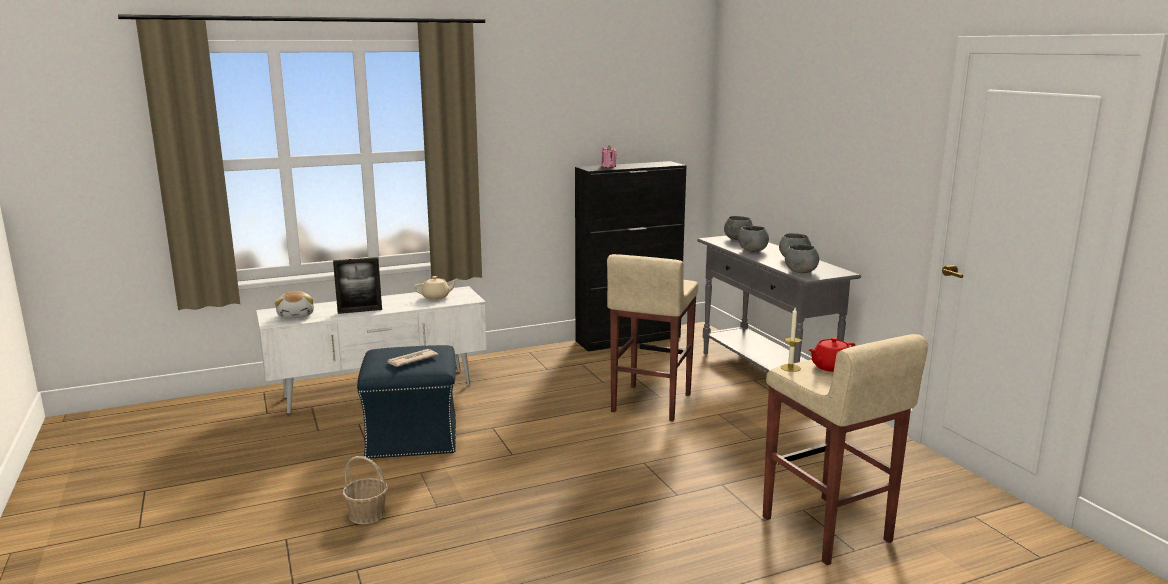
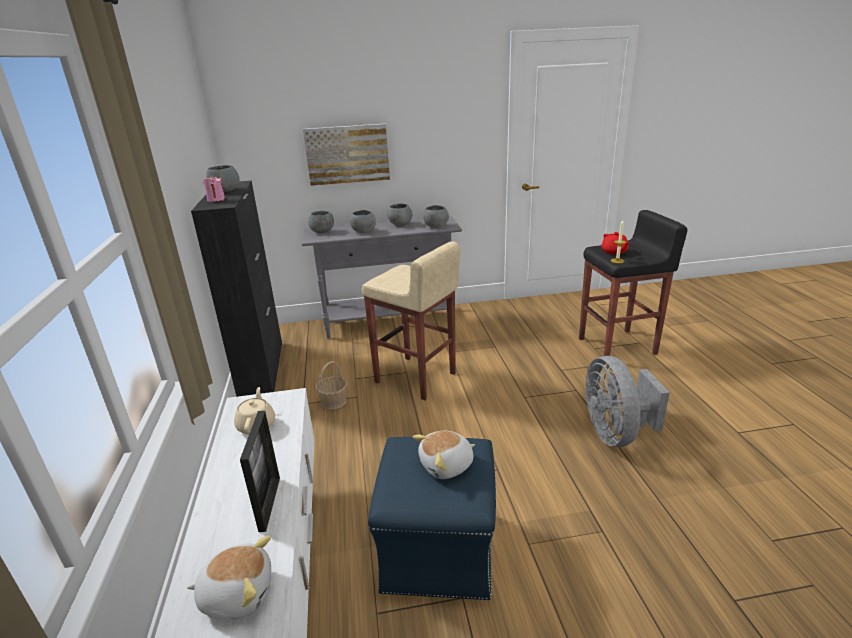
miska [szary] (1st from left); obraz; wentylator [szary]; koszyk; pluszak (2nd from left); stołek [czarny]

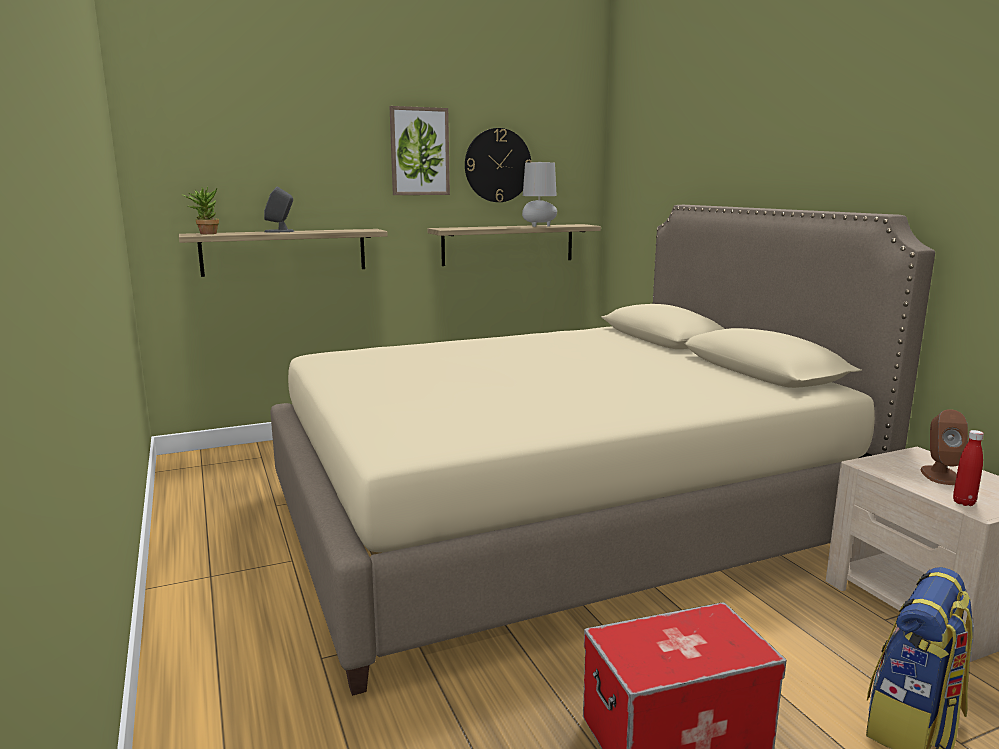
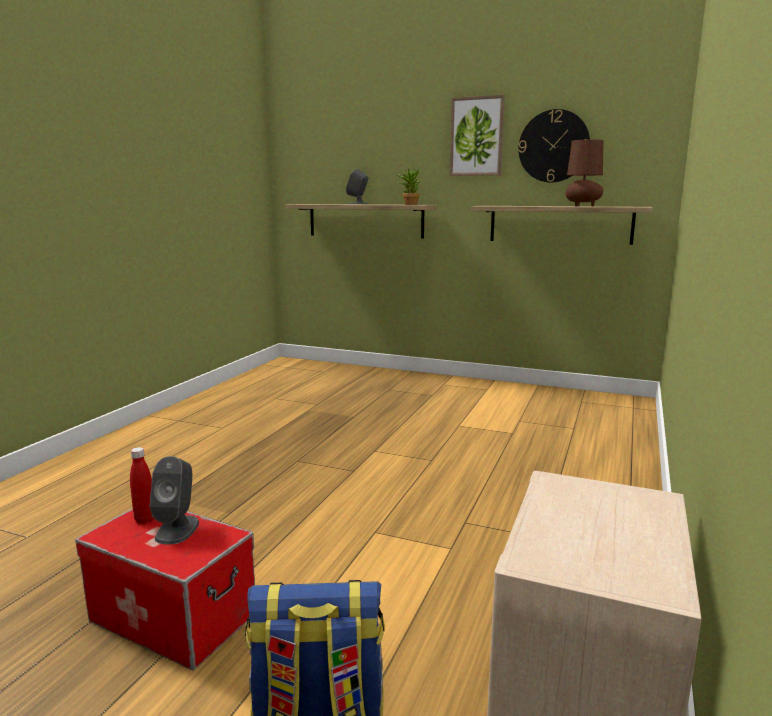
łóżko [beżowy]; głośnik [brązowy]; głośnik [szary] (1st from left); roślina doniczkowa; butelka [czerwony]; lampa stołowa [brązowy]

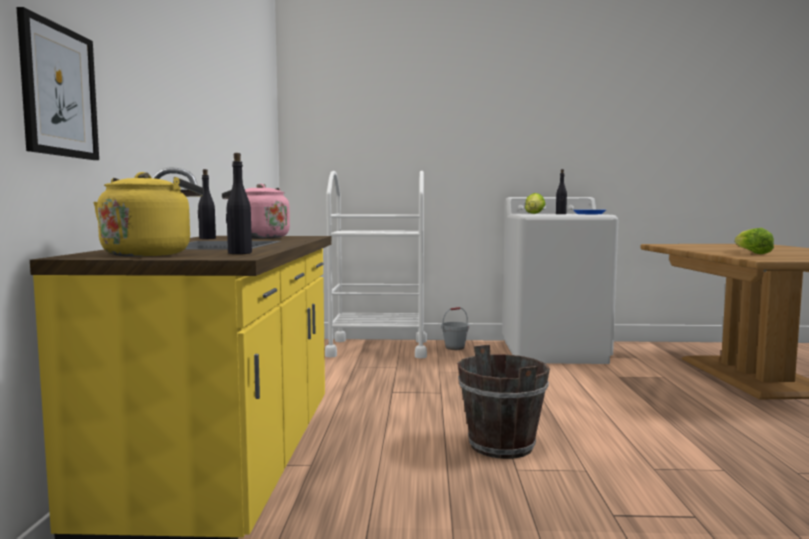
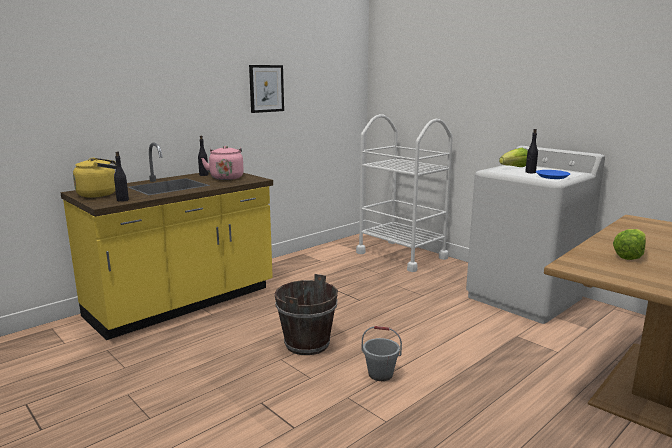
obraz; wiadro [szary]

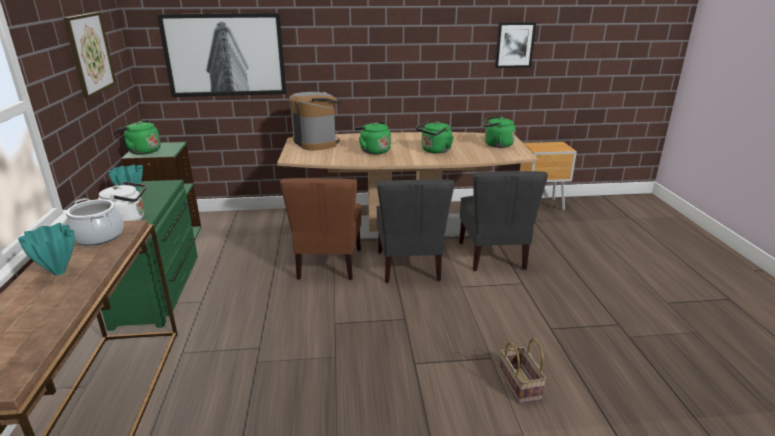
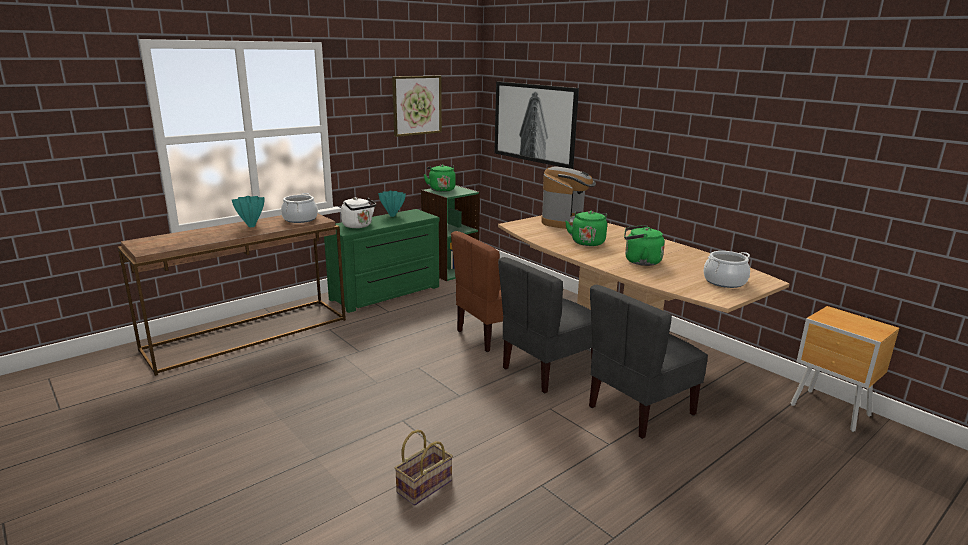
obraz (3rd from left in the first image); garnek (2nd from left)

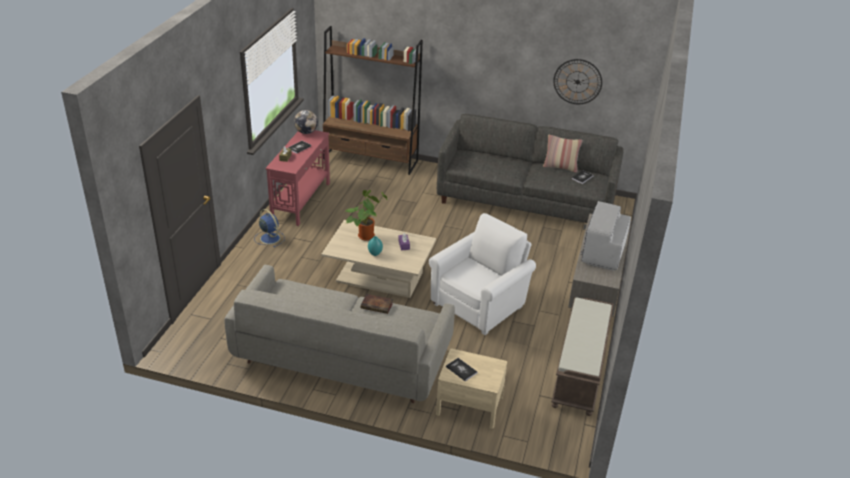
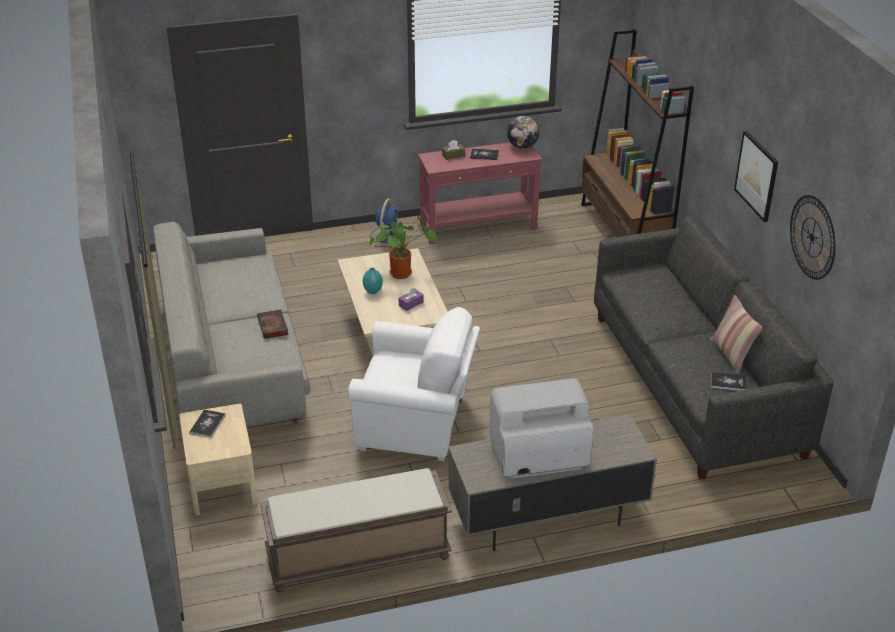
obraz

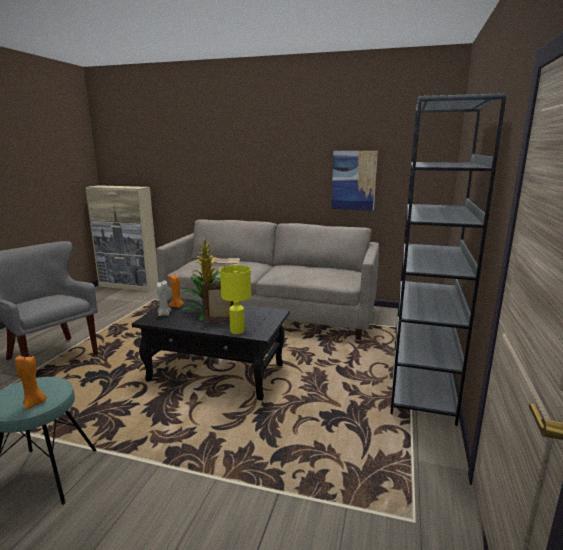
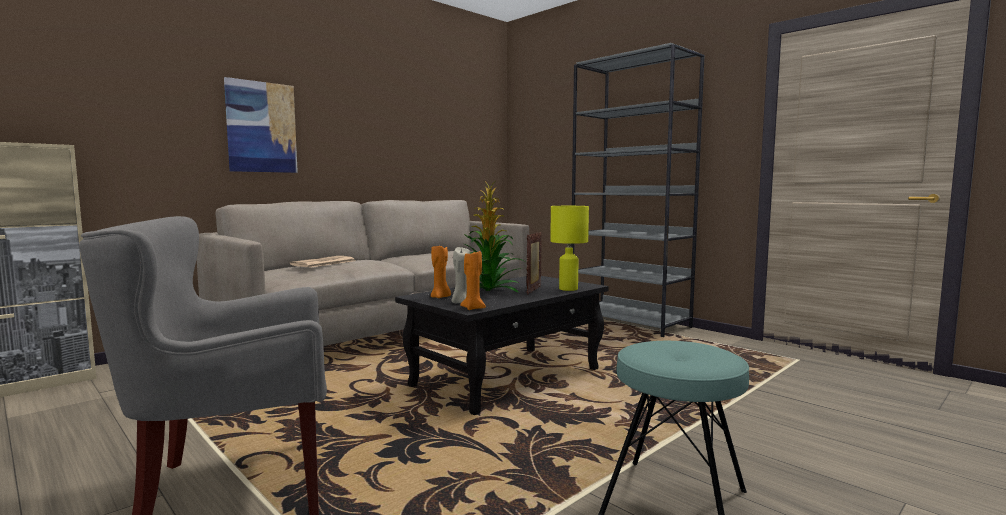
świeca [pomarańczowy] (2nd from left); obraz

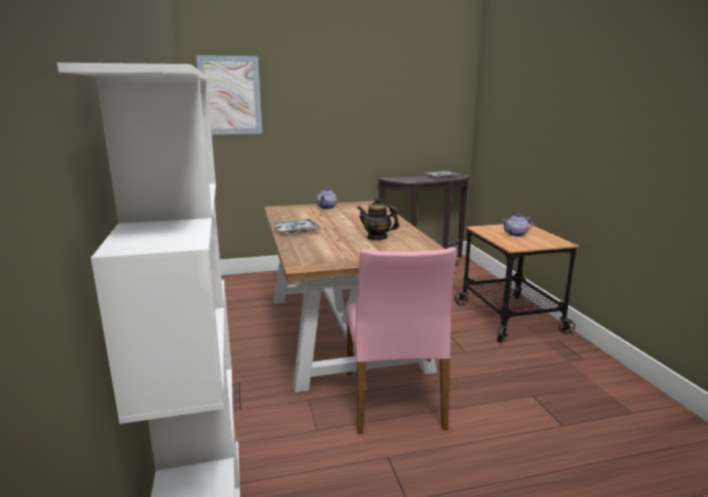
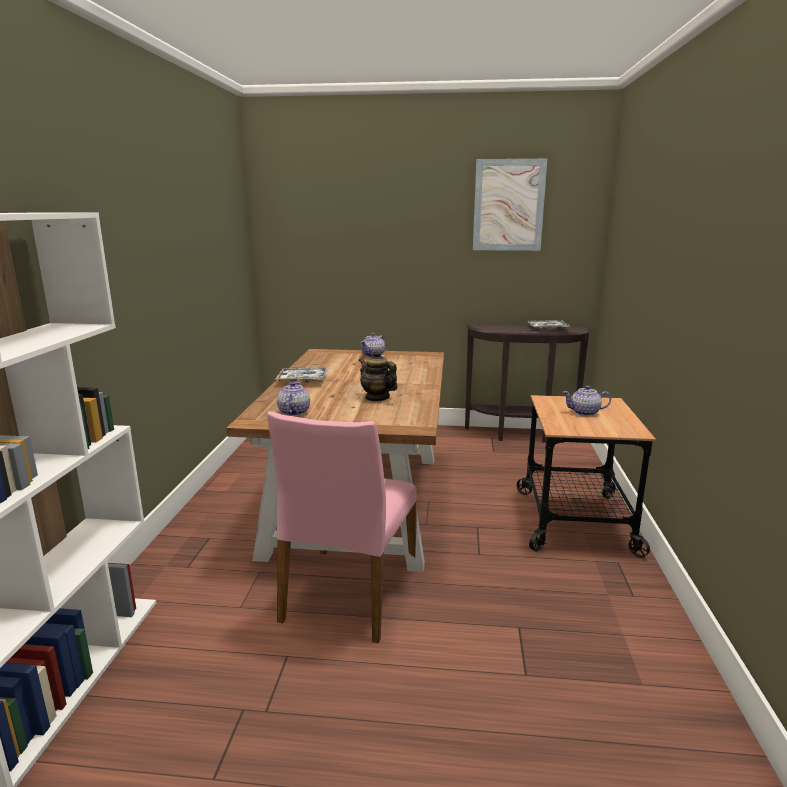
imbryk (1st from left); obraz

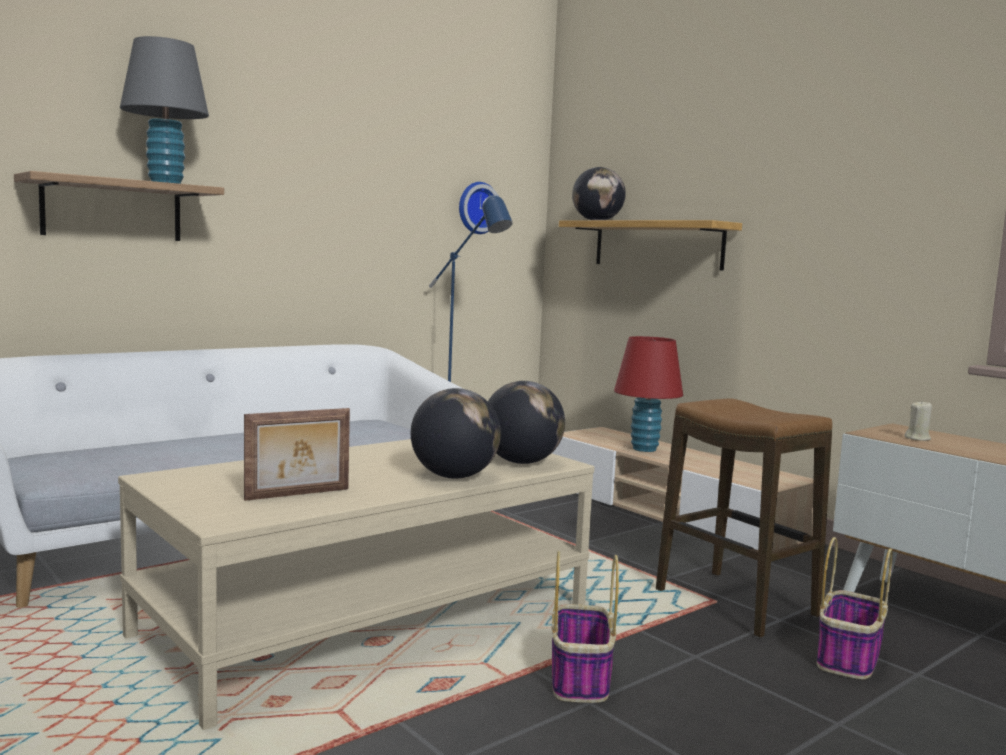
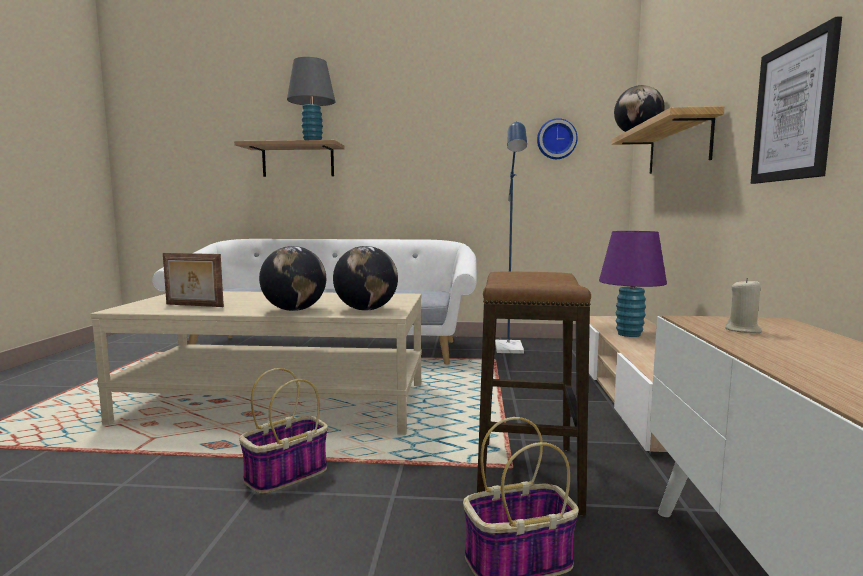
obraz; lampa stołowa [fioletowy]

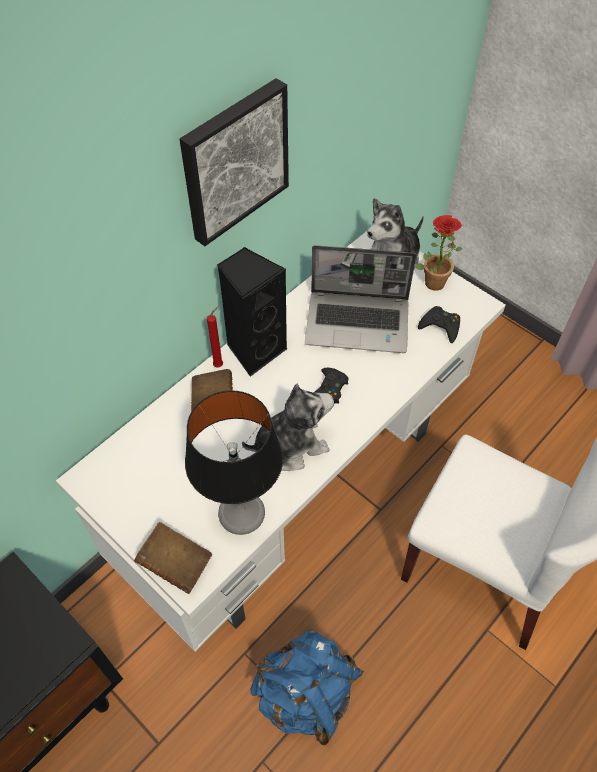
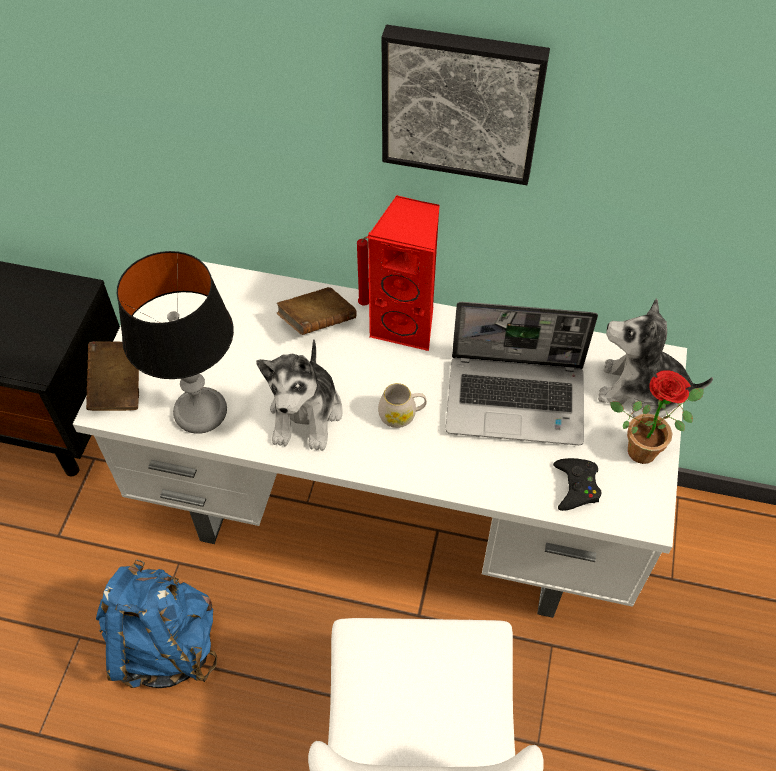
kubek [biały]; głośnik [czerwony]; pluszak (1st from left); laptop

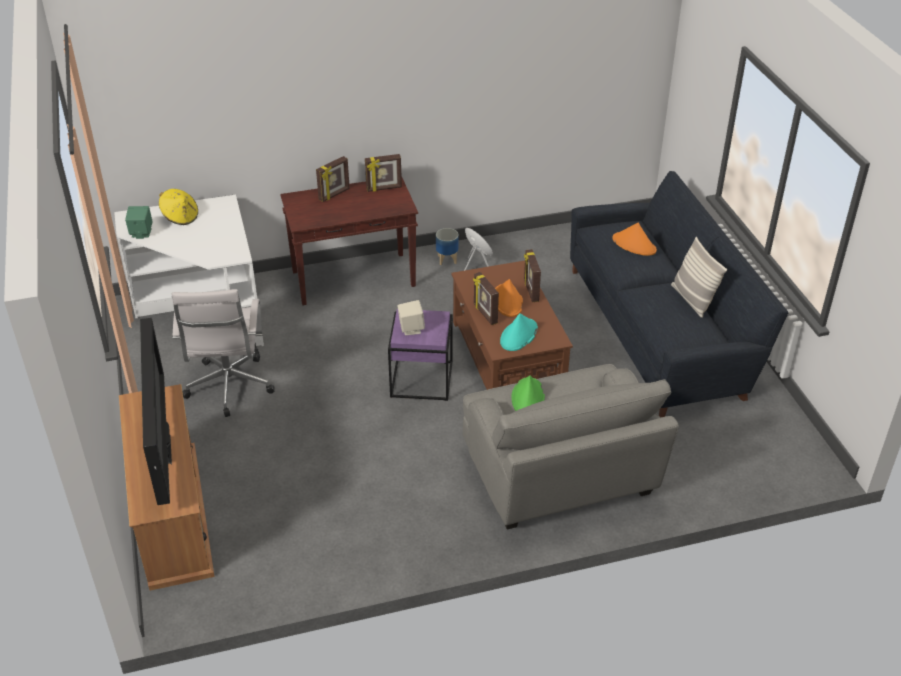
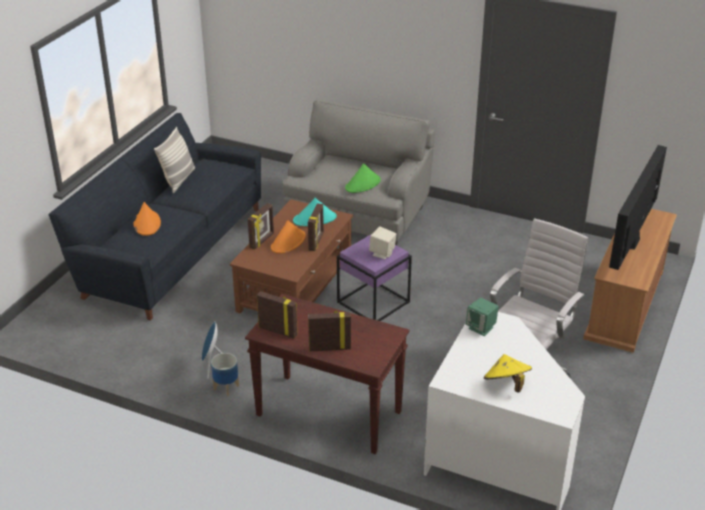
głośnik [zielony]

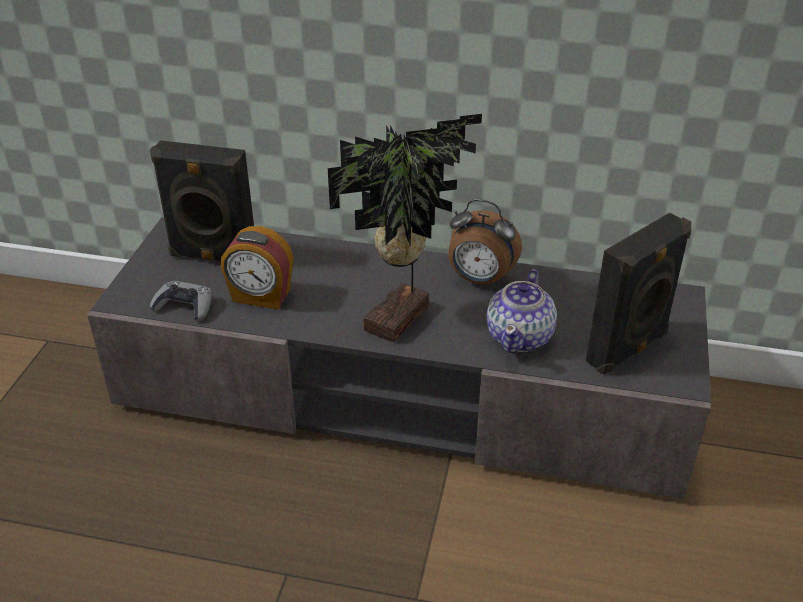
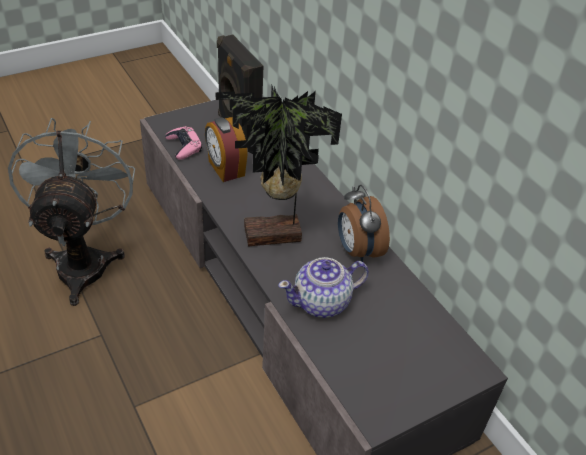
głośnik [czarny] (2nd from left in the first image); wentylator [szary]; pad do gier [różowy]

